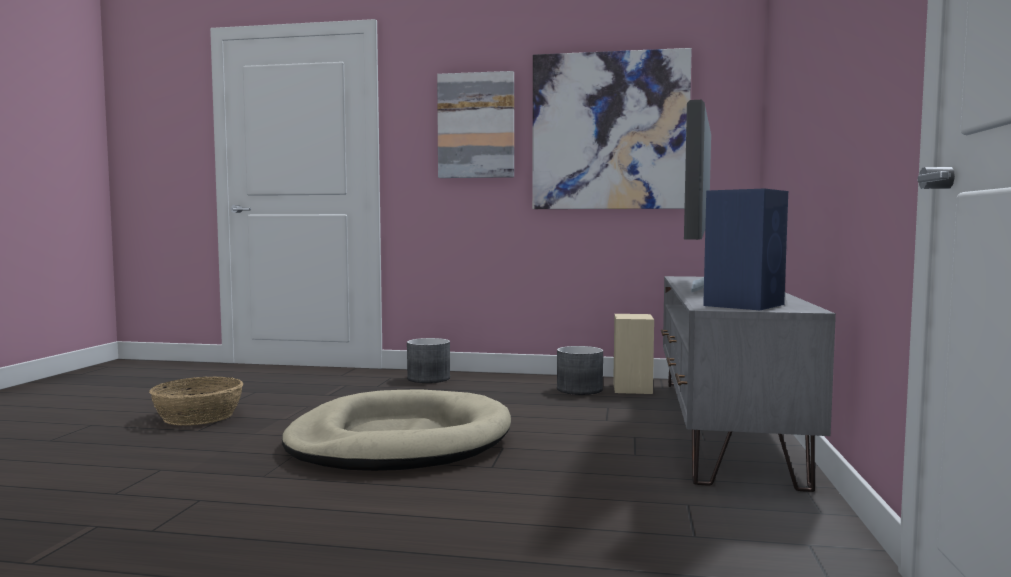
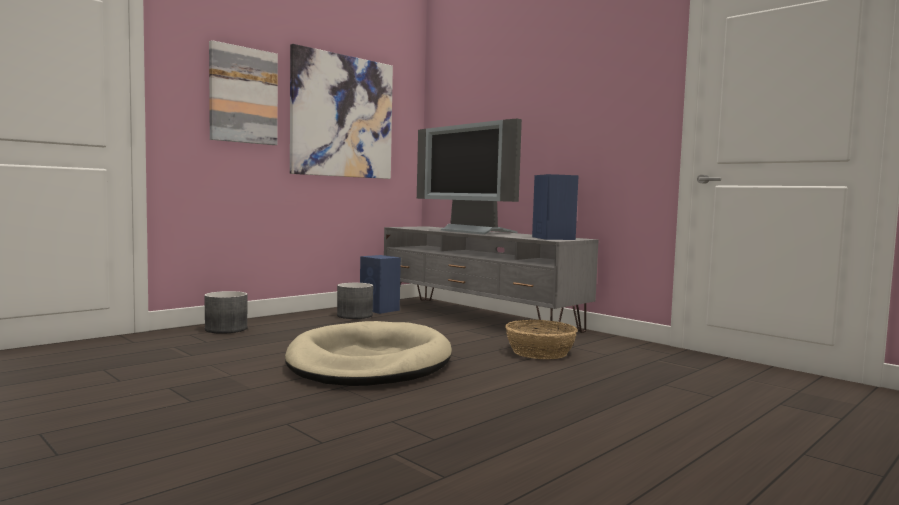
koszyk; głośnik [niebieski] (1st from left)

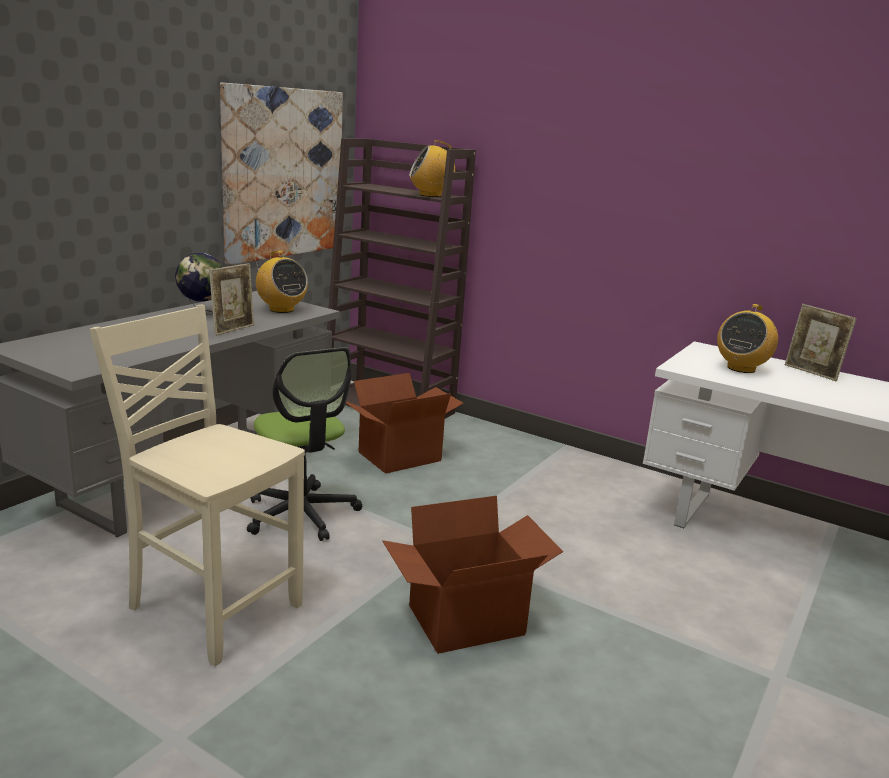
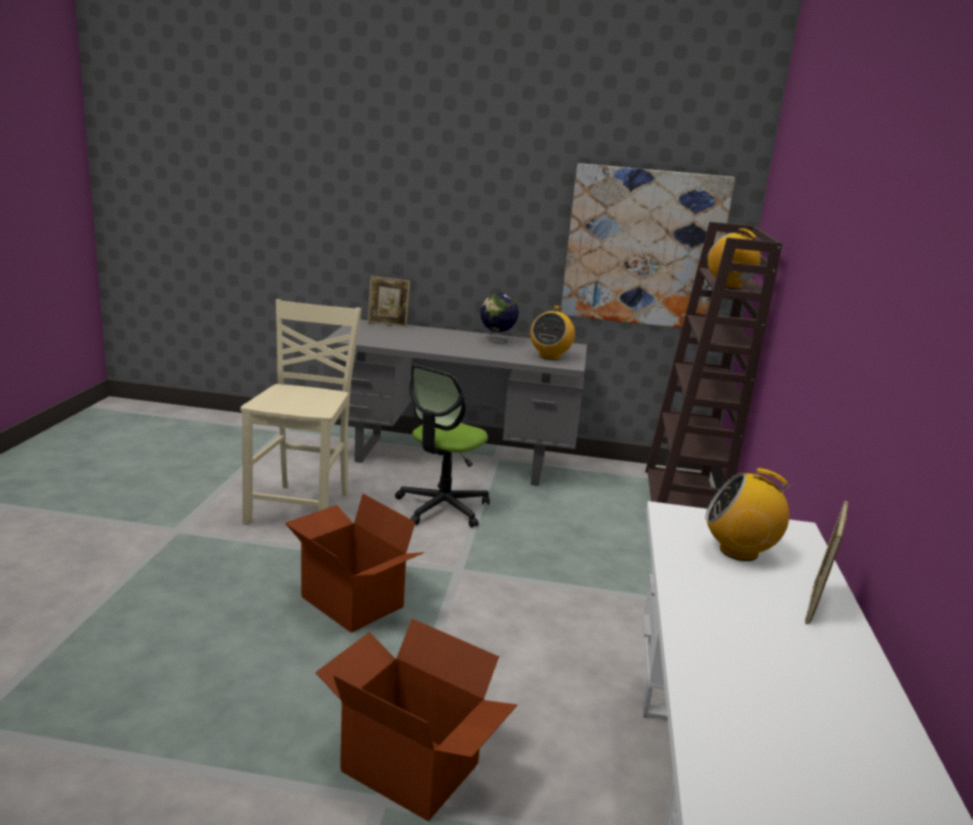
ramka na zdjęcie (1st from left); karton (2nd from left)

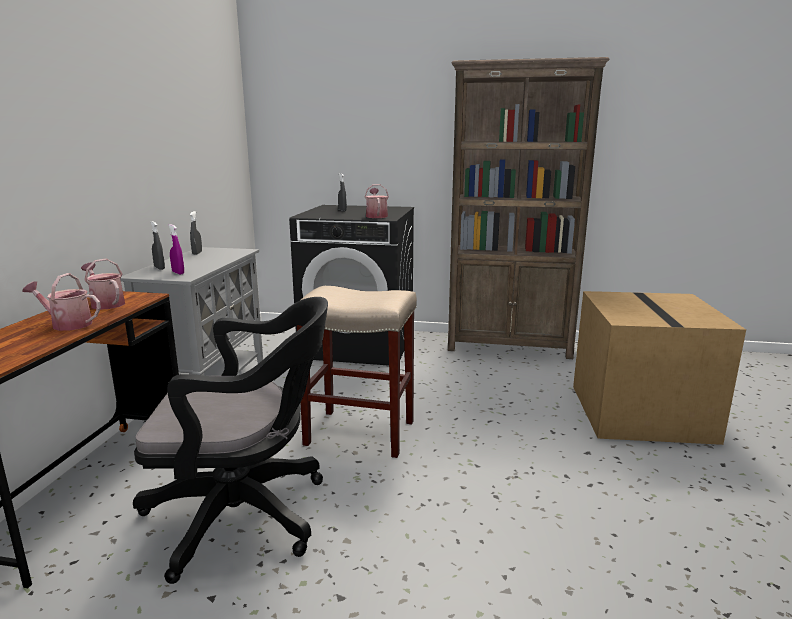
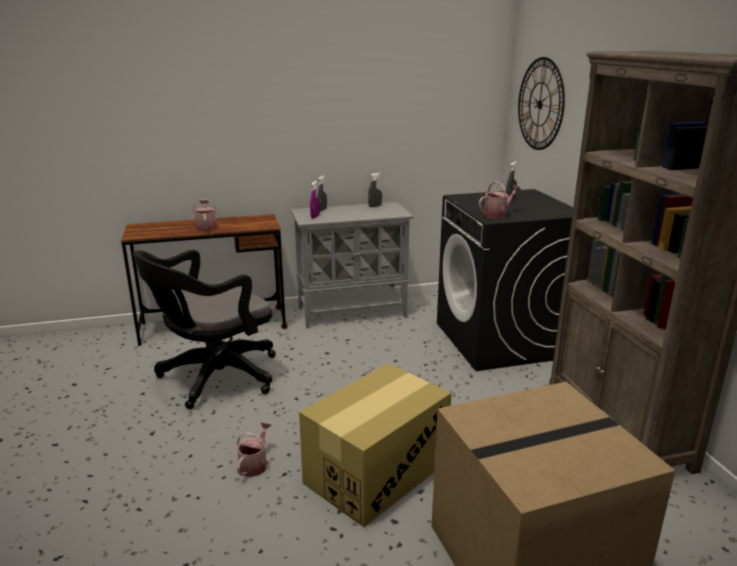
stołek [beżowy]; karton (1st from left); zegar ścienny; konewka (2nd from left); krzesło biurowe [czarny]

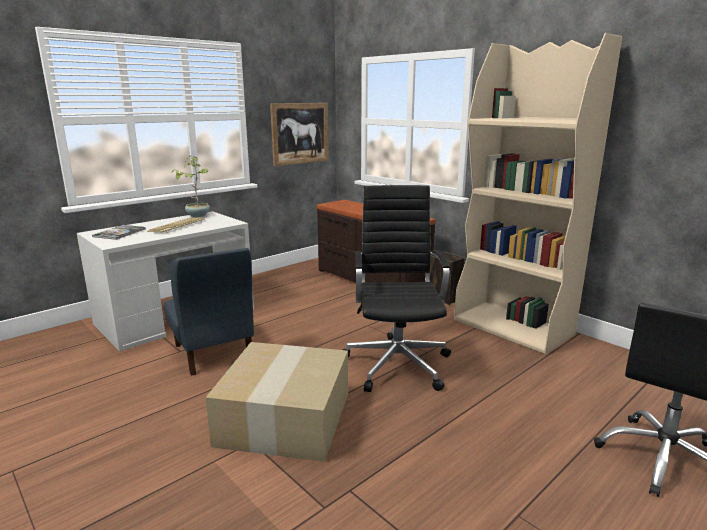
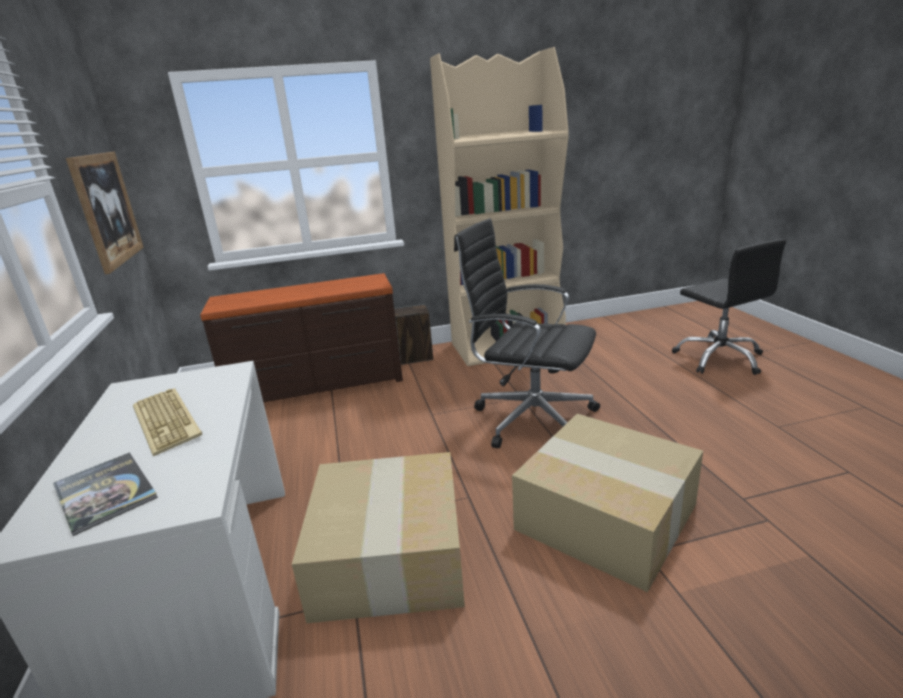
roślina doniczkowa; karton (1st from left)

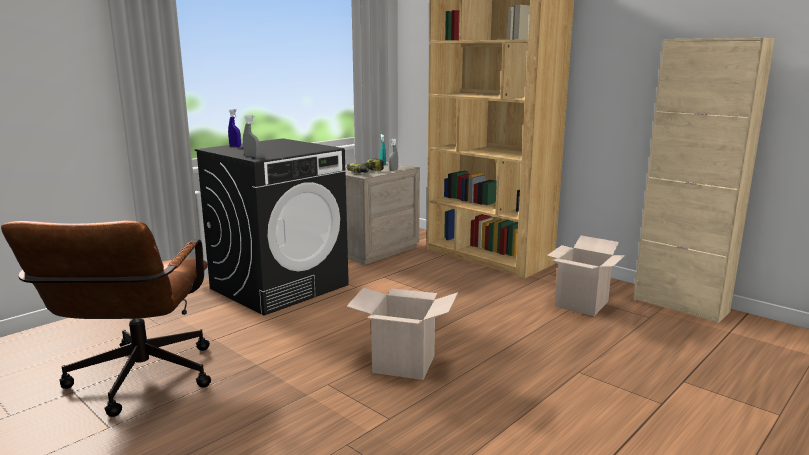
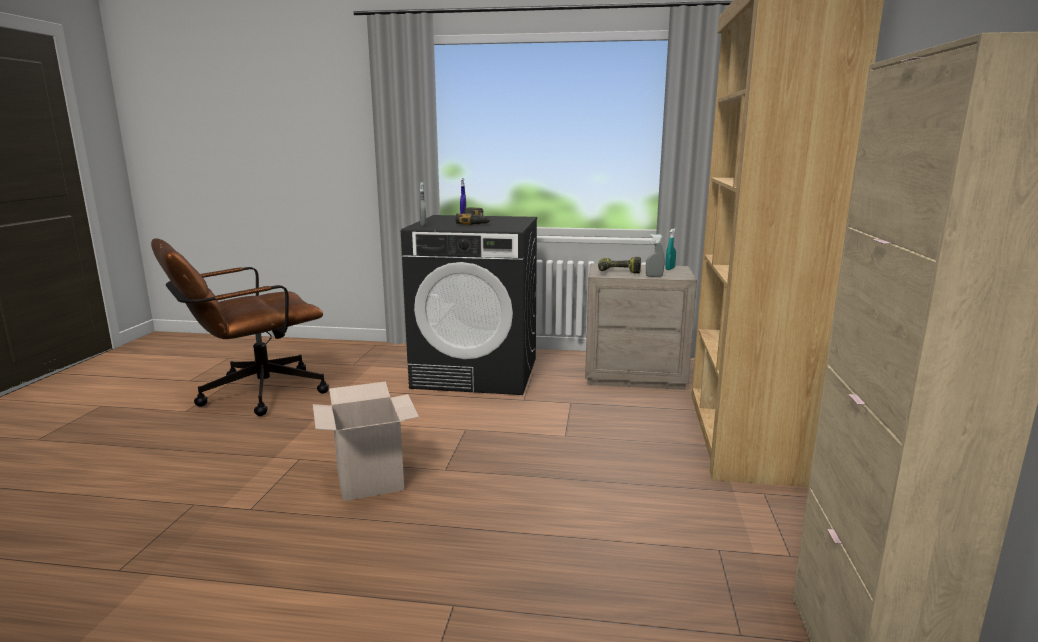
karton (2nd from left in the first image); wiertarka (1st from left)

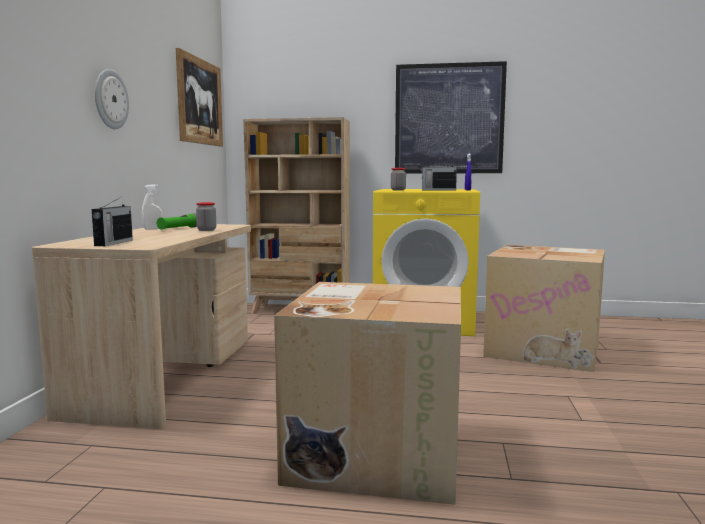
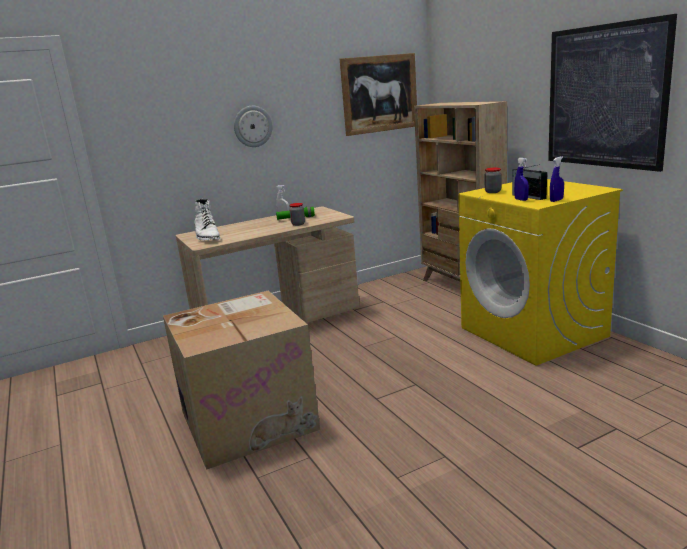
karton (2nd from left in the first image); spryskiwacz [niebieski] (1st from left); but z cholewką [biały]

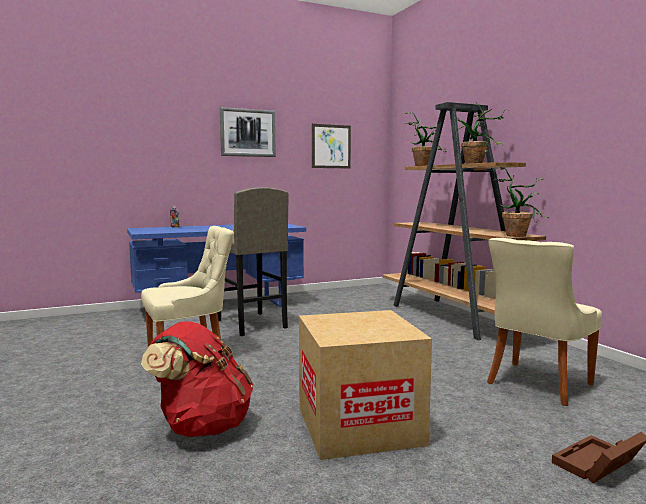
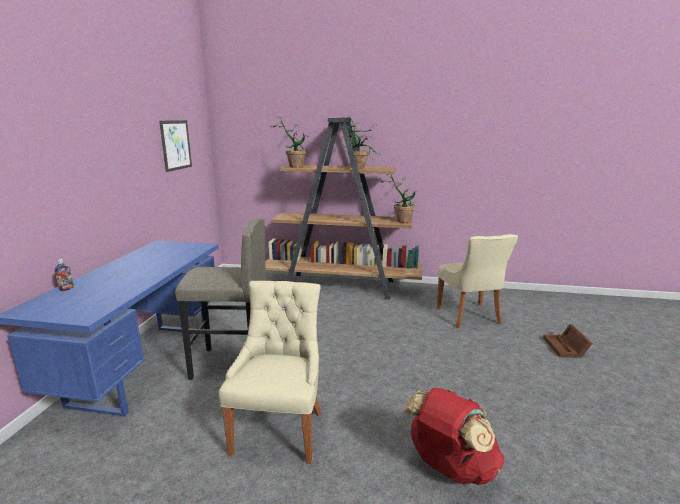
obraz (1st from left in the first image); karton

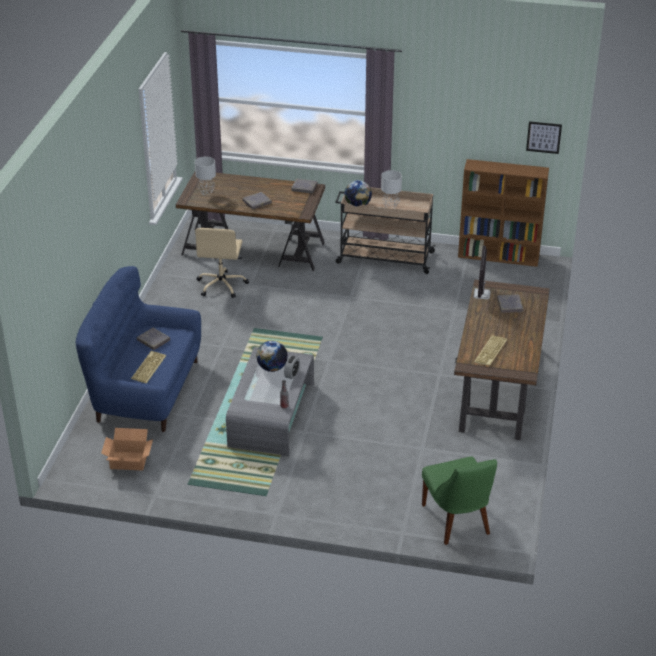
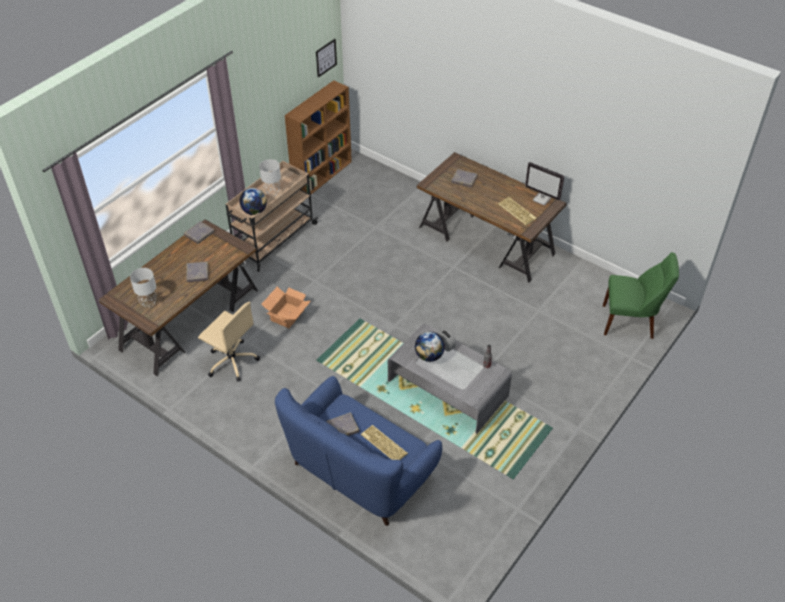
karton; monitor

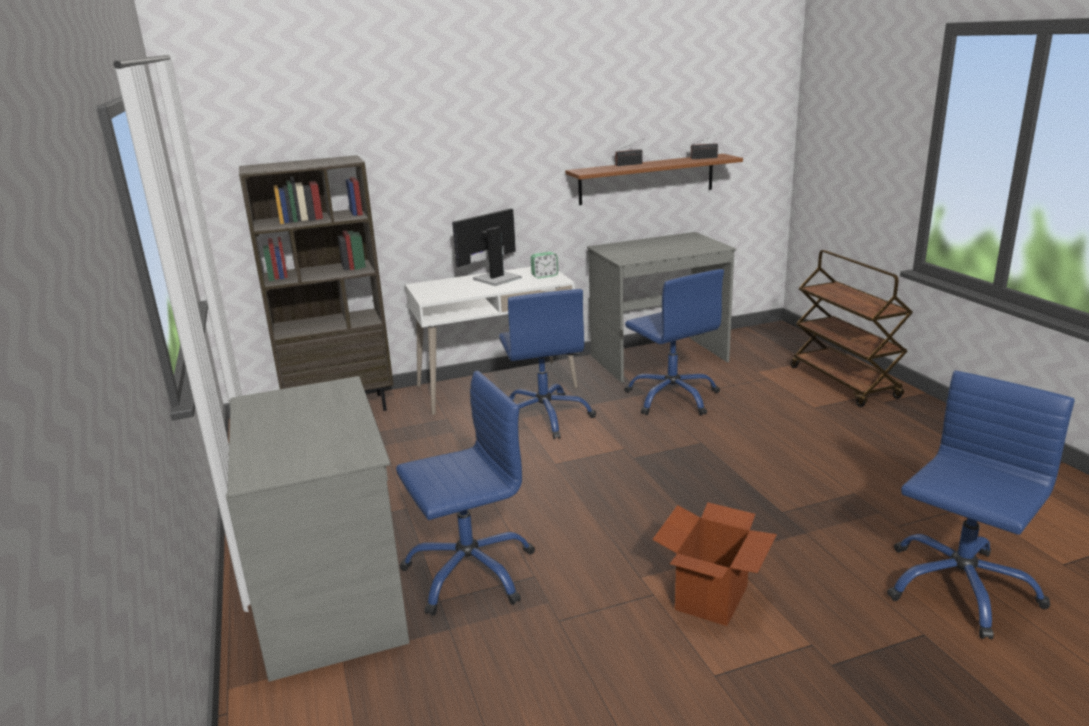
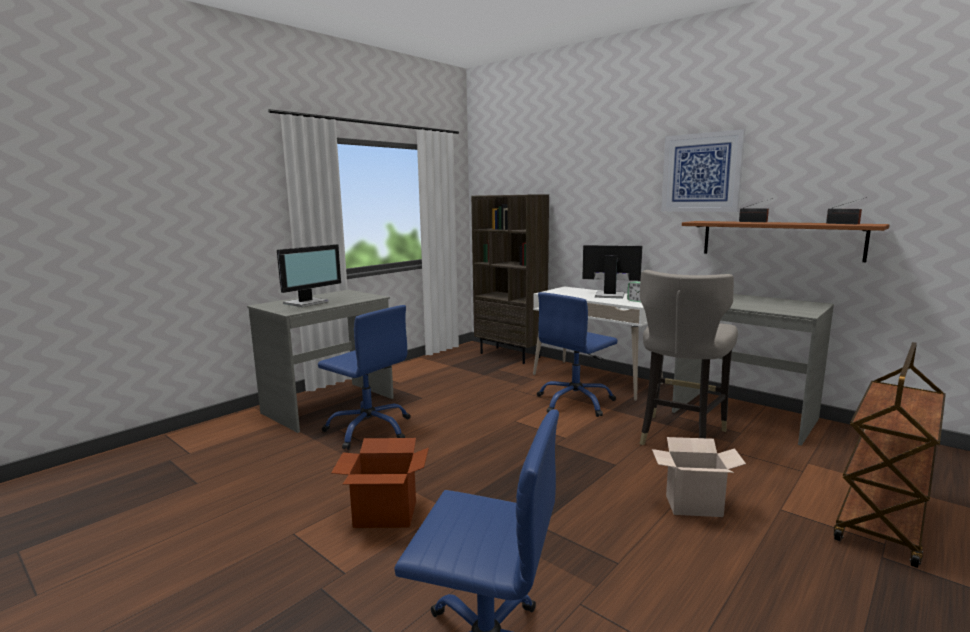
monitor (1st from left); karton (2nd from left); obraz; stołek [szary]

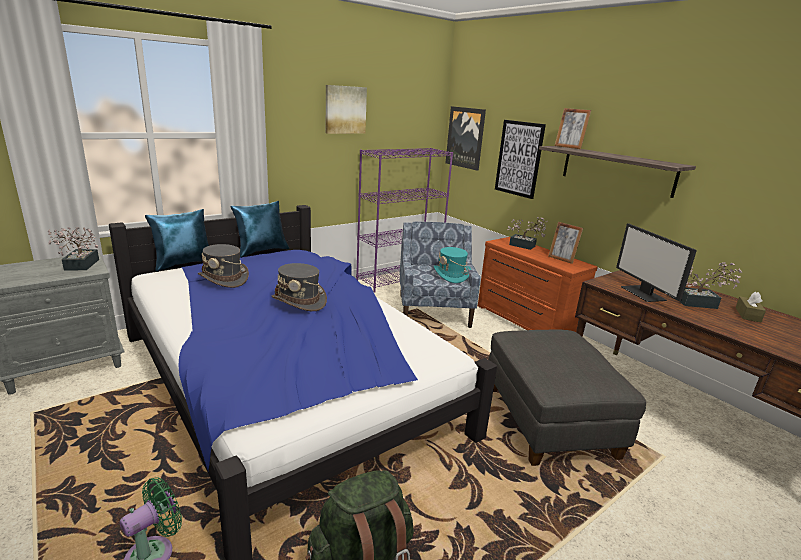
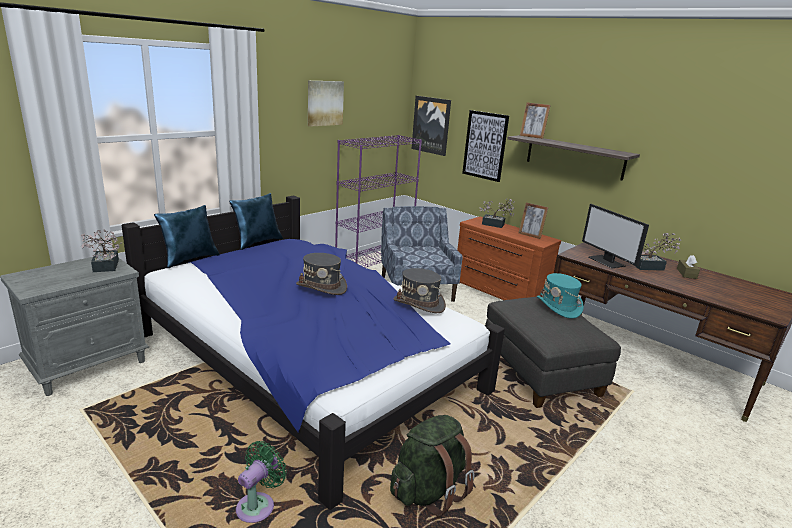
kapelusz [szary] (2nd from left); kapelusz [turkusowy]

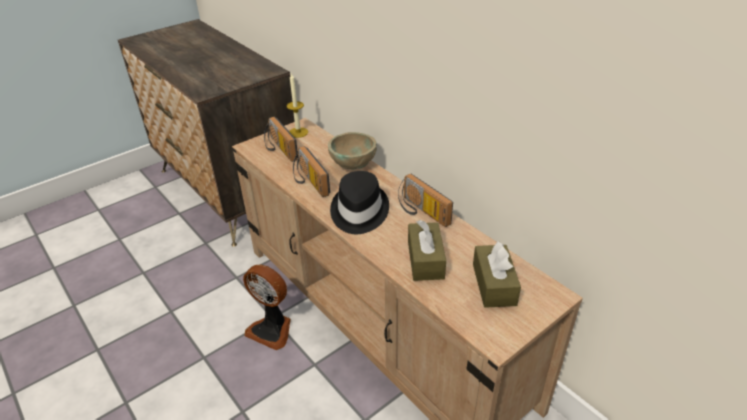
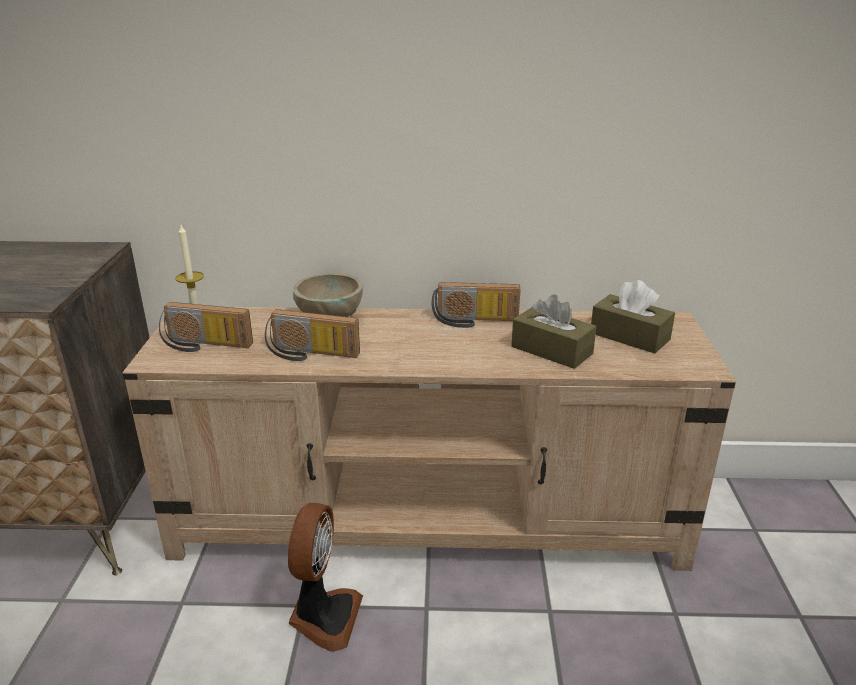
kapelusz [czarny]; wentylator

